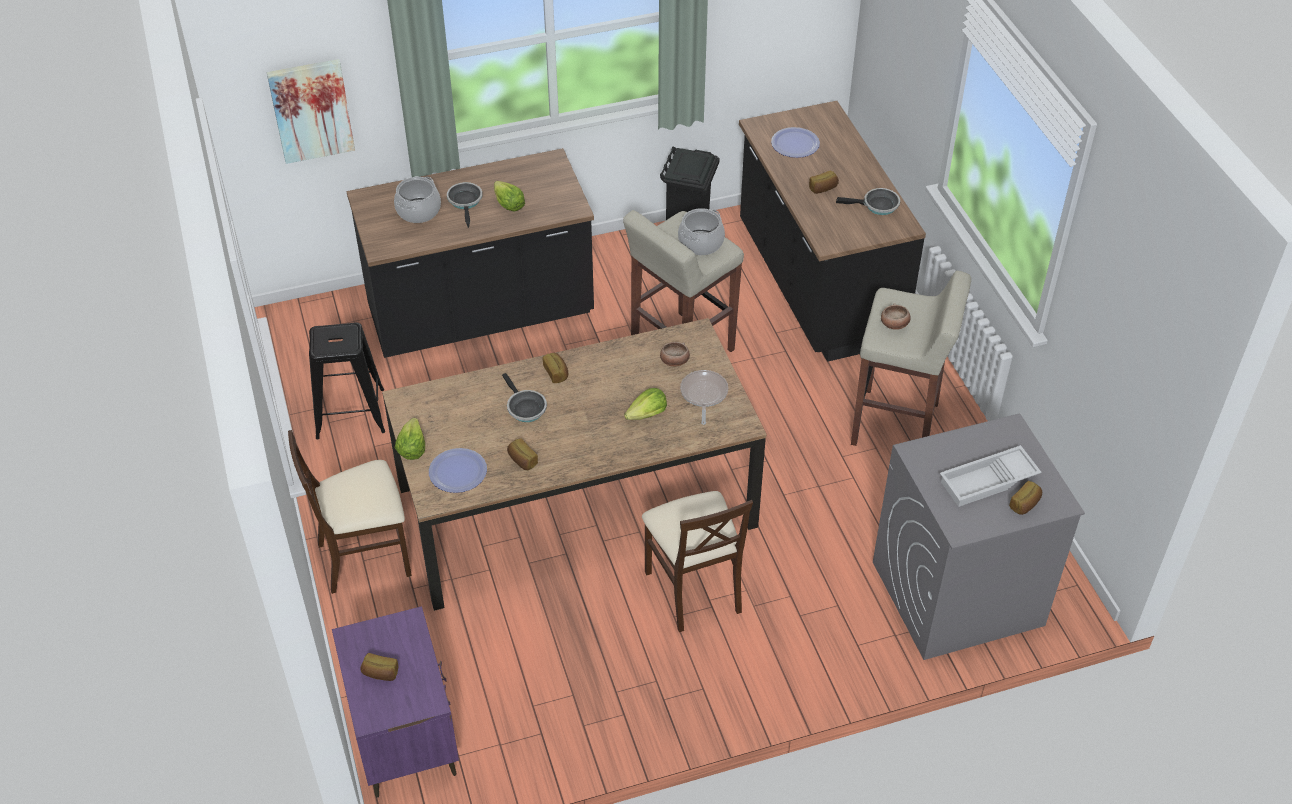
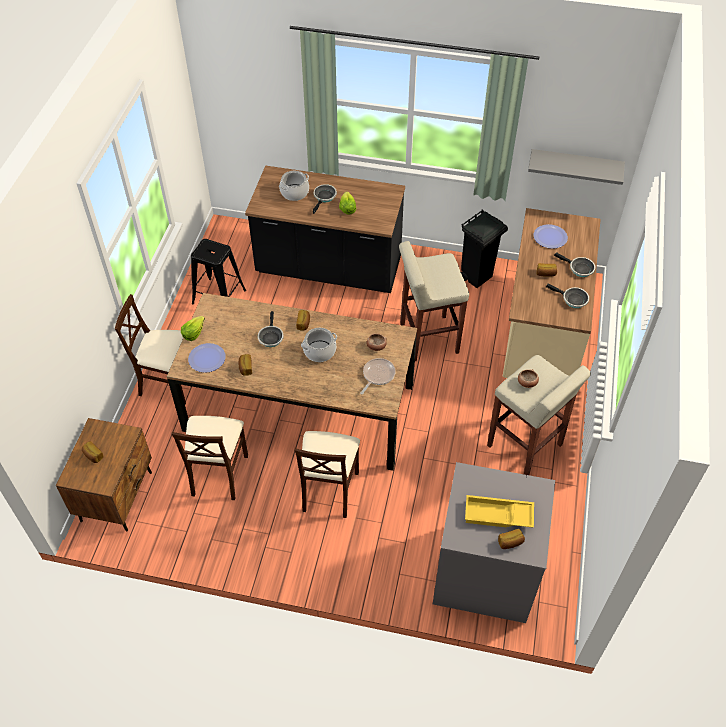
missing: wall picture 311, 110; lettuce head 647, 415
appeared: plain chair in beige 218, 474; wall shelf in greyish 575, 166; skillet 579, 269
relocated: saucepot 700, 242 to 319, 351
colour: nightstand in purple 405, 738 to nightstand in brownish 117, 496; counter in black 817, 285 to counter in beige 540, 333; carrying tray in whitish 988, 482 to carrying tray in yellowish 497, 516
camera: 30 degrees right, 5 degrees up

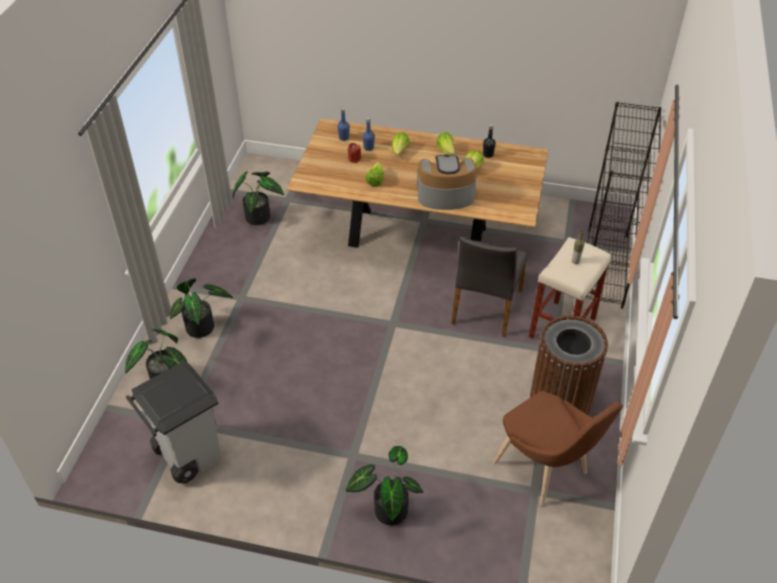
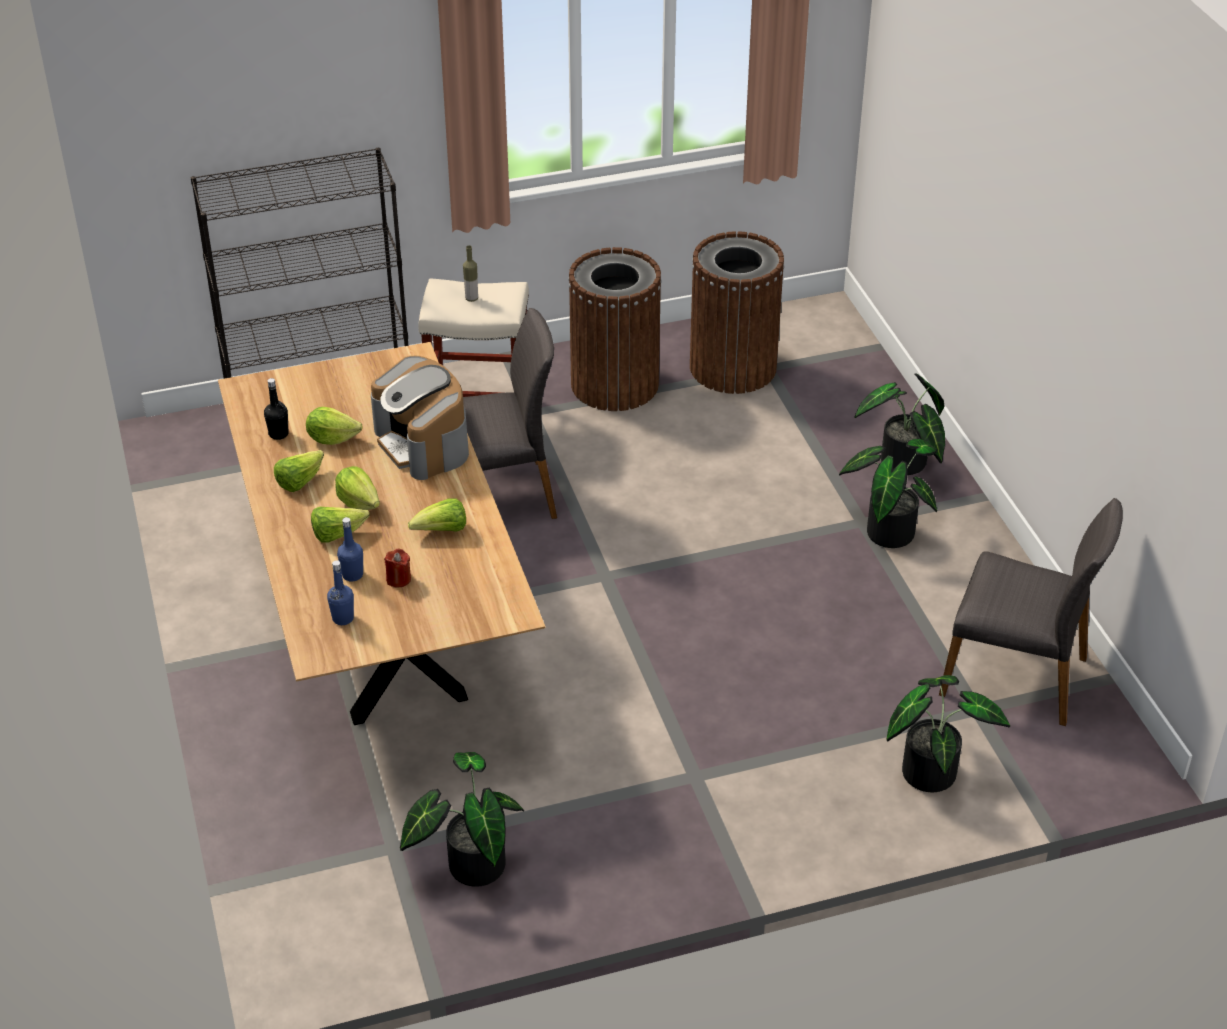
appeared: lettuce head 358, 502
relocated: houseplant 203, 328 to 887, 529
exchanged: waste bin in greyish 187, 455 to plain chair in greyish 1016, 675; plain chair in brownish 545, 471 to waste bin in brownish 733, 367
camera: 120 degrees left, 5 degrees down

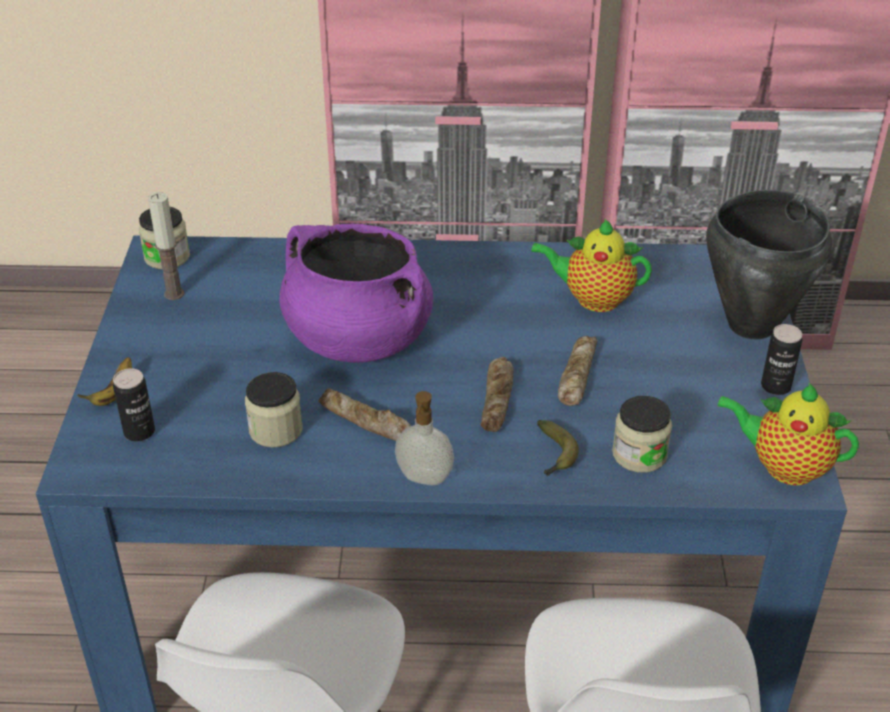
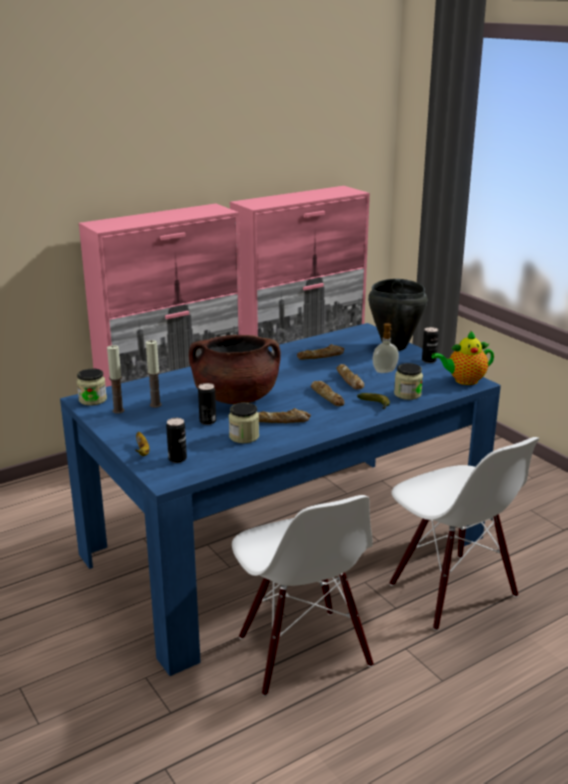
appeared: wax candle 155, 405; sealed can 207, 421
relocated: soap bottle 424, 479 to 385, 371
exchanged: tea pot 593, 299 to bread 321, 356
colour: saucepot in purple 357, 338 to saucepot in brownish 236, 398
camera: 35 degrees left, 15 degrees down

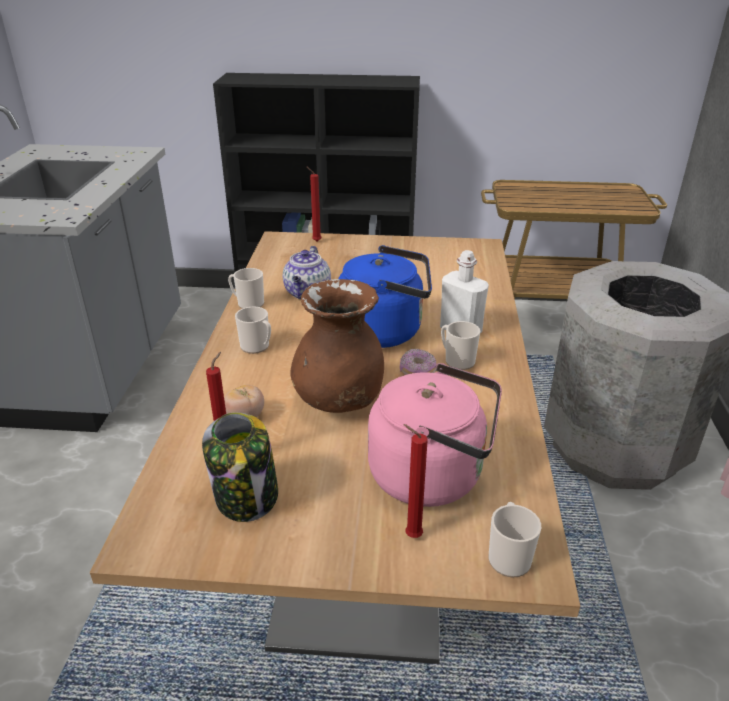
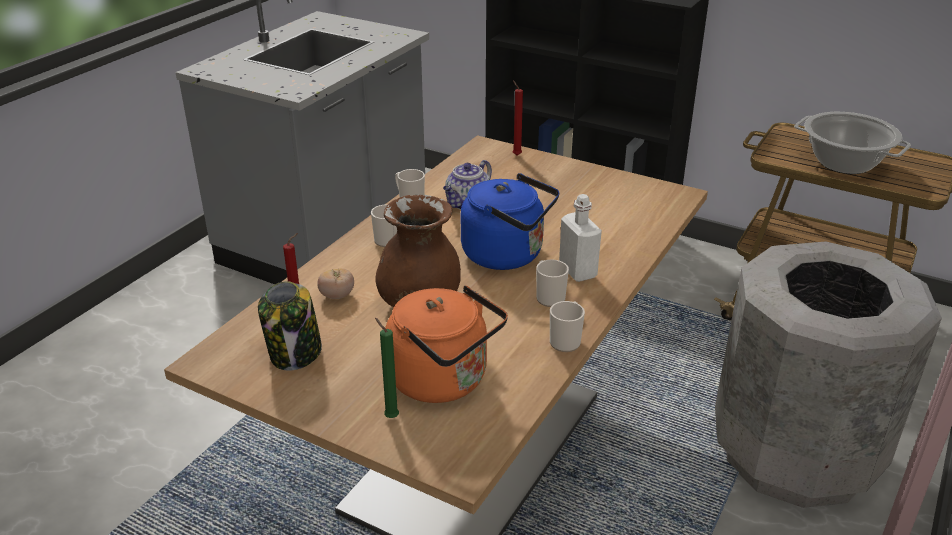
missing: doughnut 417, 371
appeared: saucepot 844, 163
relocated: tea mug 508, 556 to 566, 340
colour: water kettle in pink 433, 475 to water kettle in orange 444, 381; wax candle in red-coloured 410, 535 to wax candle in greenish 390, 416
camera: 25 degrees right, 0 degrees up

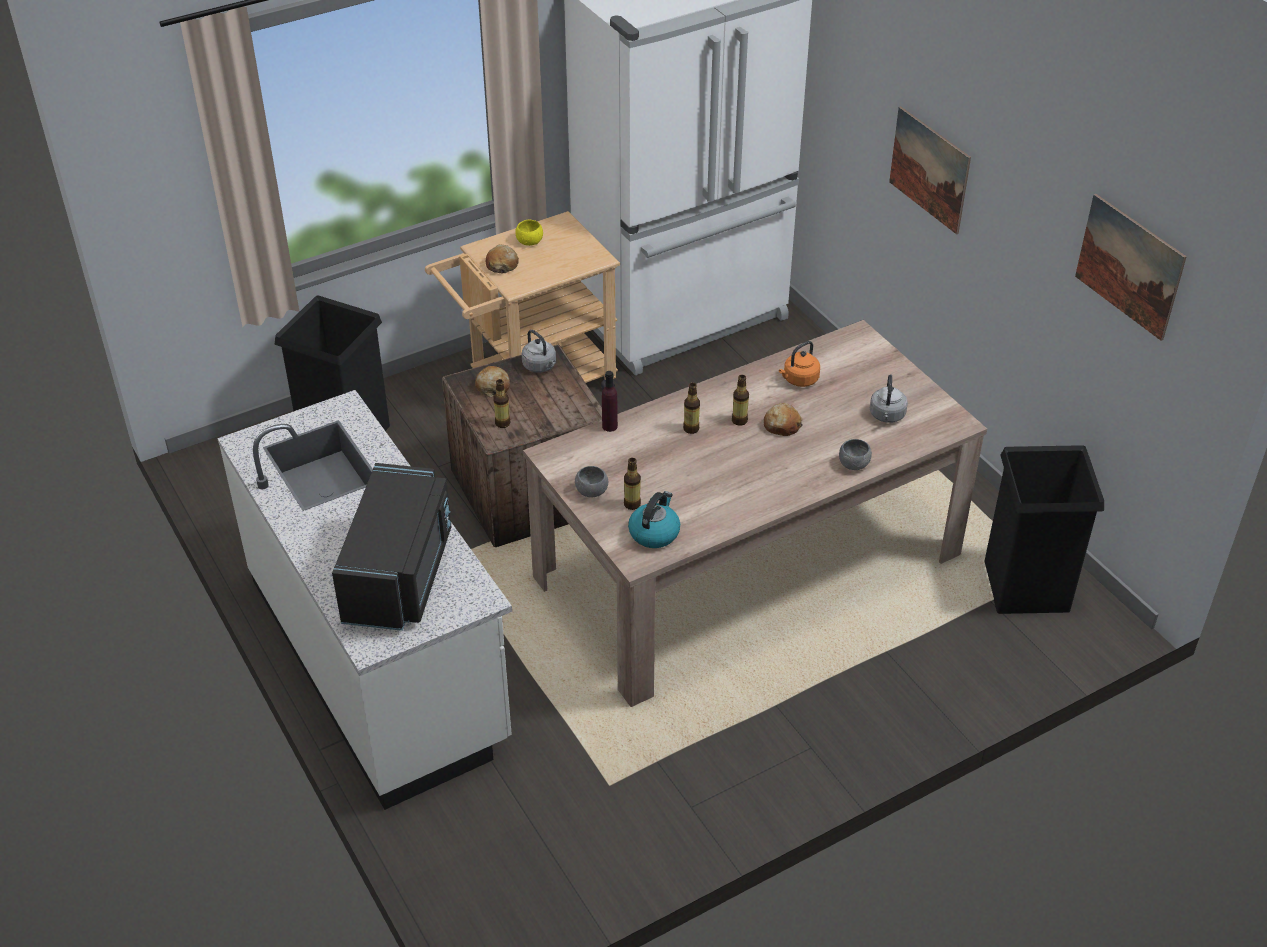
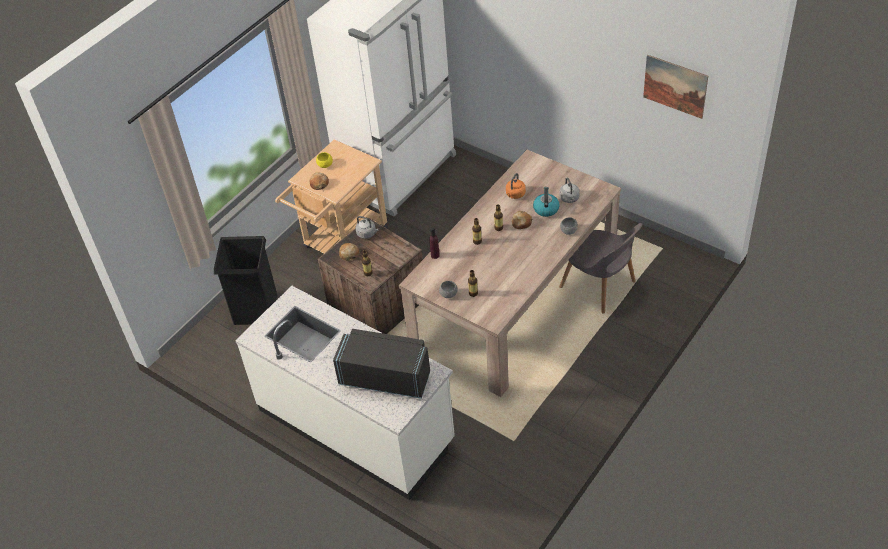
missing: wall picture 929, 169; waste bin in black 1025, 585
appeared: plain chair in greyish 600, 286
relocated: water kettle 654, 533 to 546, 209
spun: microwave oven in black 400, 575 = 386, 376 60 degrees counterclockwise
camera: 20 degrees left, 5 degrees up

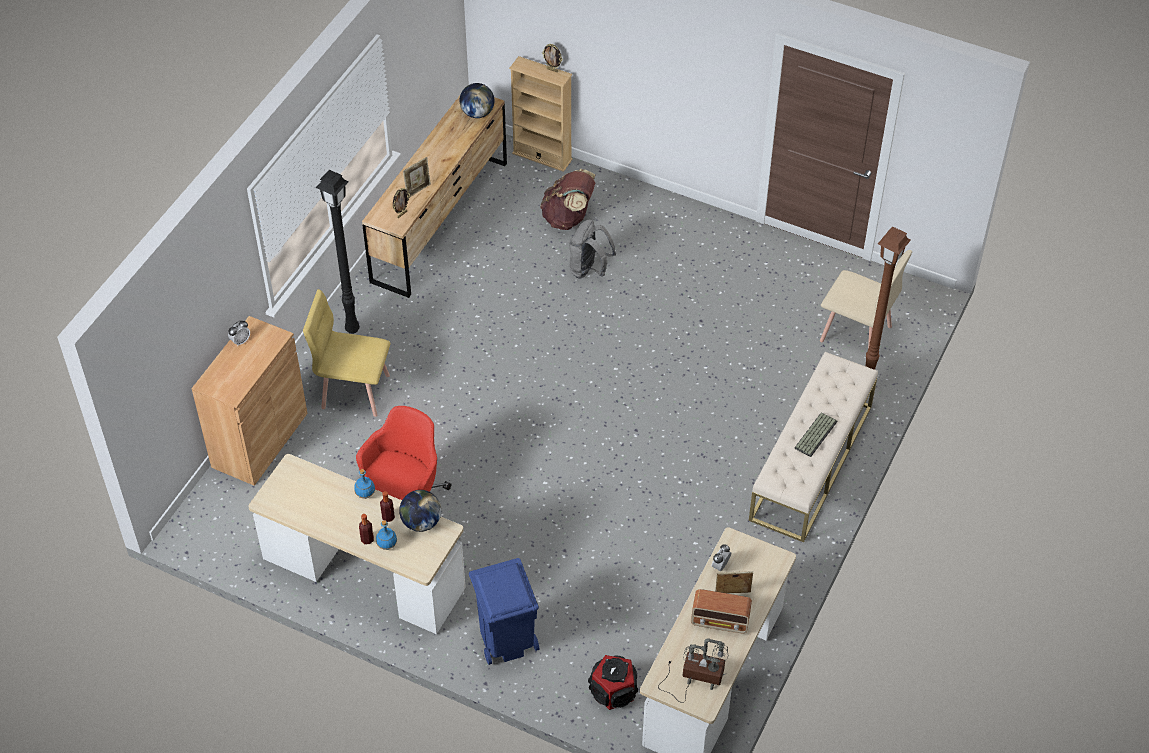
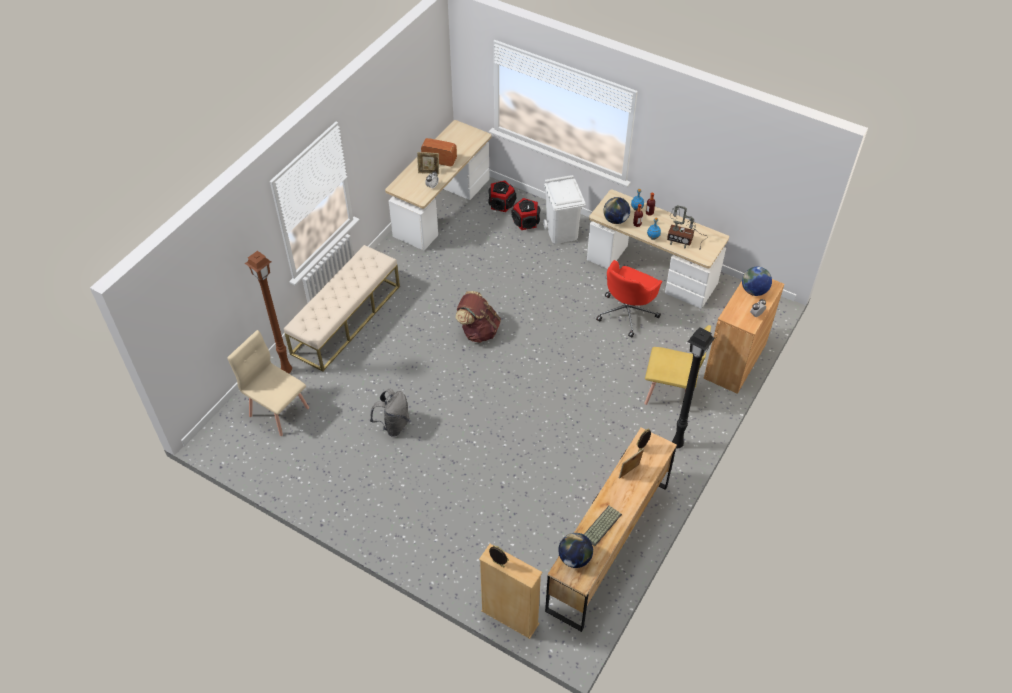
appeared: audio speaker 526, 222; world globe 754, 291
relocated: knapsack in brownish 568, 218 to 478, 331; knapsack in greyish 589, 270 to 393, 425; table lamp 696, 677 to 683, 240; computer keyboard 815, 434 to 602, 526
colour: waste bin in bluish 506, 639 to waste bin in whitish 562, 232
camera: 175 degrees left, 0 degrees up

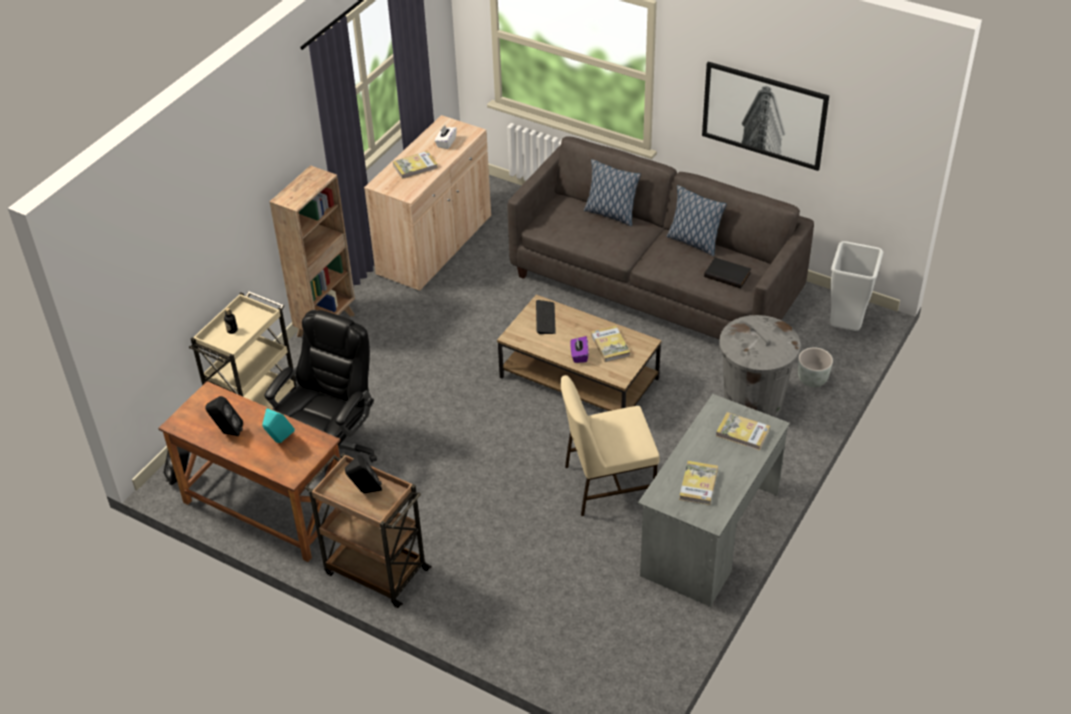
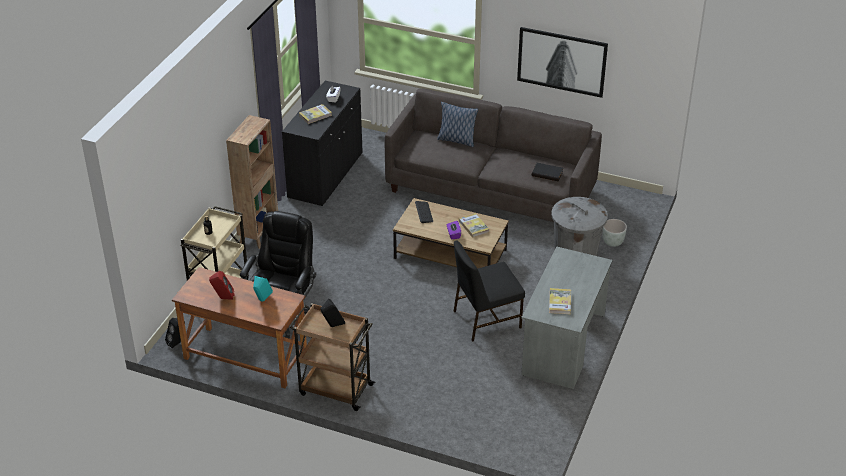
missing: cushion 693, 242; volume 742, 433; waste bin in greyish 846, 325
colour: audio speaker in black 227, 432 to audio speaker in red-coloured 223, 298; storage cabinet in beige 435, 246 to storage cabinet in black 326, 176; plain chair in beige 607, 483 to plain chair in black 485, 319
camera: 10 degrees left, 5 degrees down

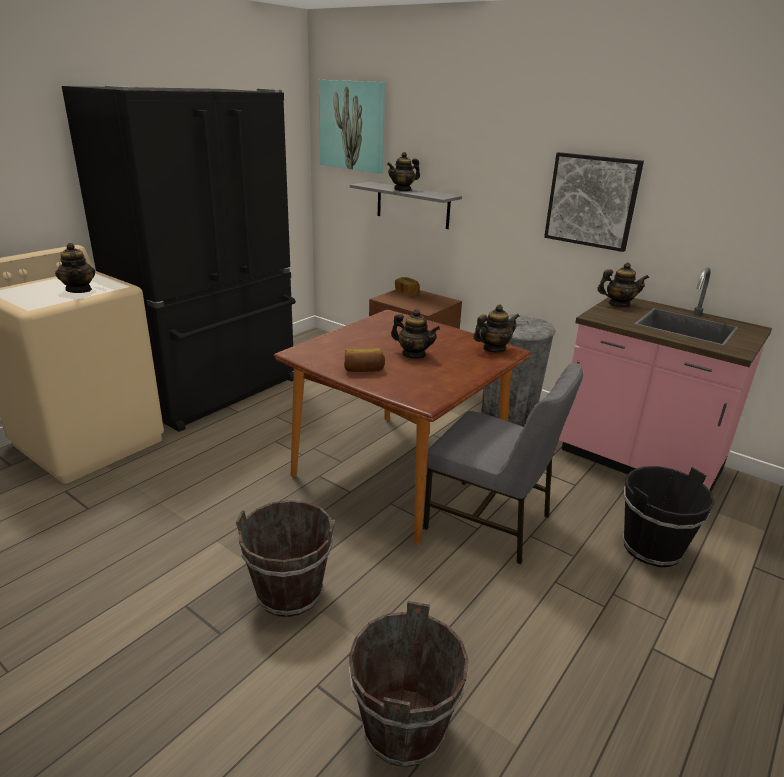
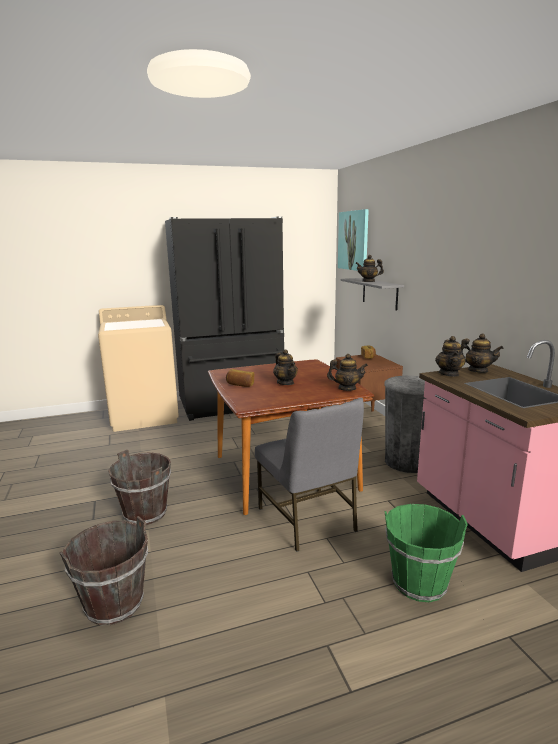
missing: wall picture 592, 201
relocated: tea pot 79, 290 to 449, 374
colour: bucket in black 652, 548 to bucket in greenish 419, 583
camera: 35 degrees right, 10 degrees down

